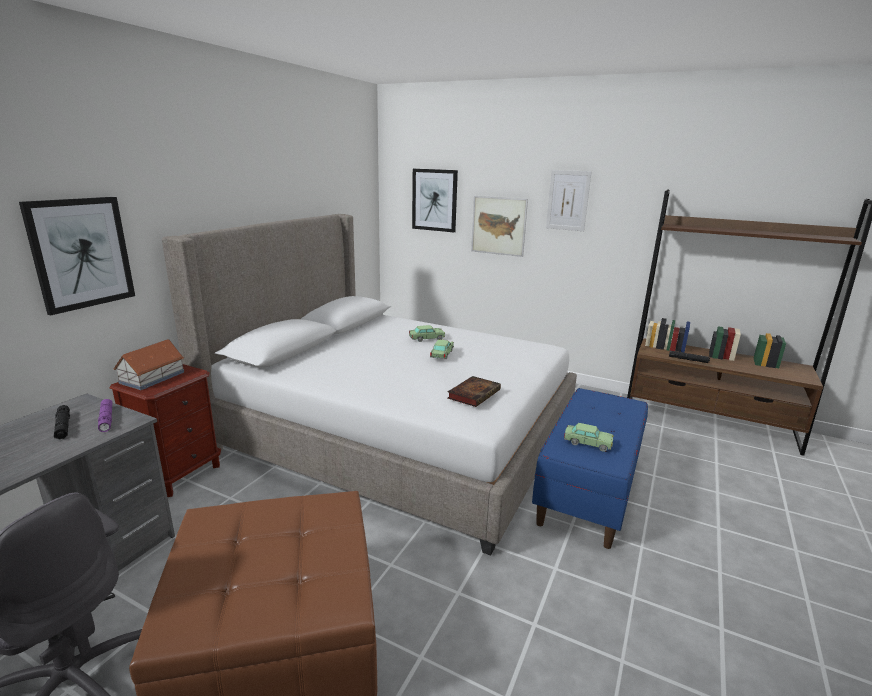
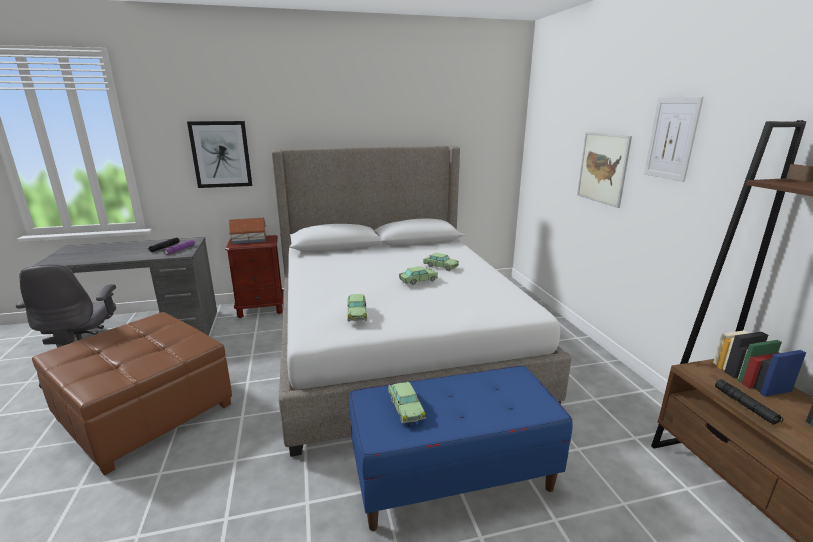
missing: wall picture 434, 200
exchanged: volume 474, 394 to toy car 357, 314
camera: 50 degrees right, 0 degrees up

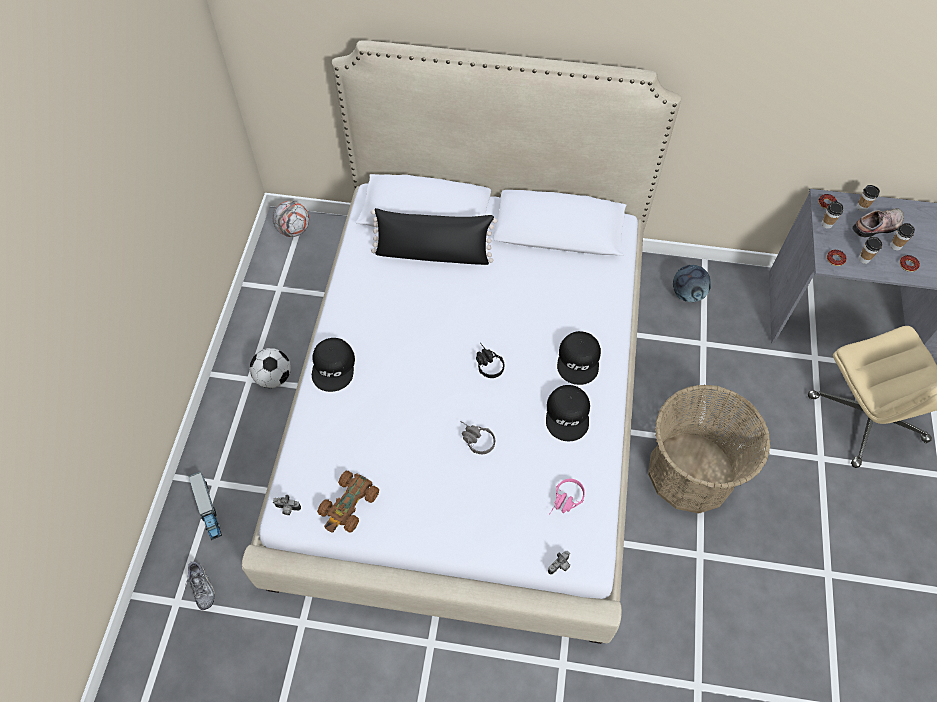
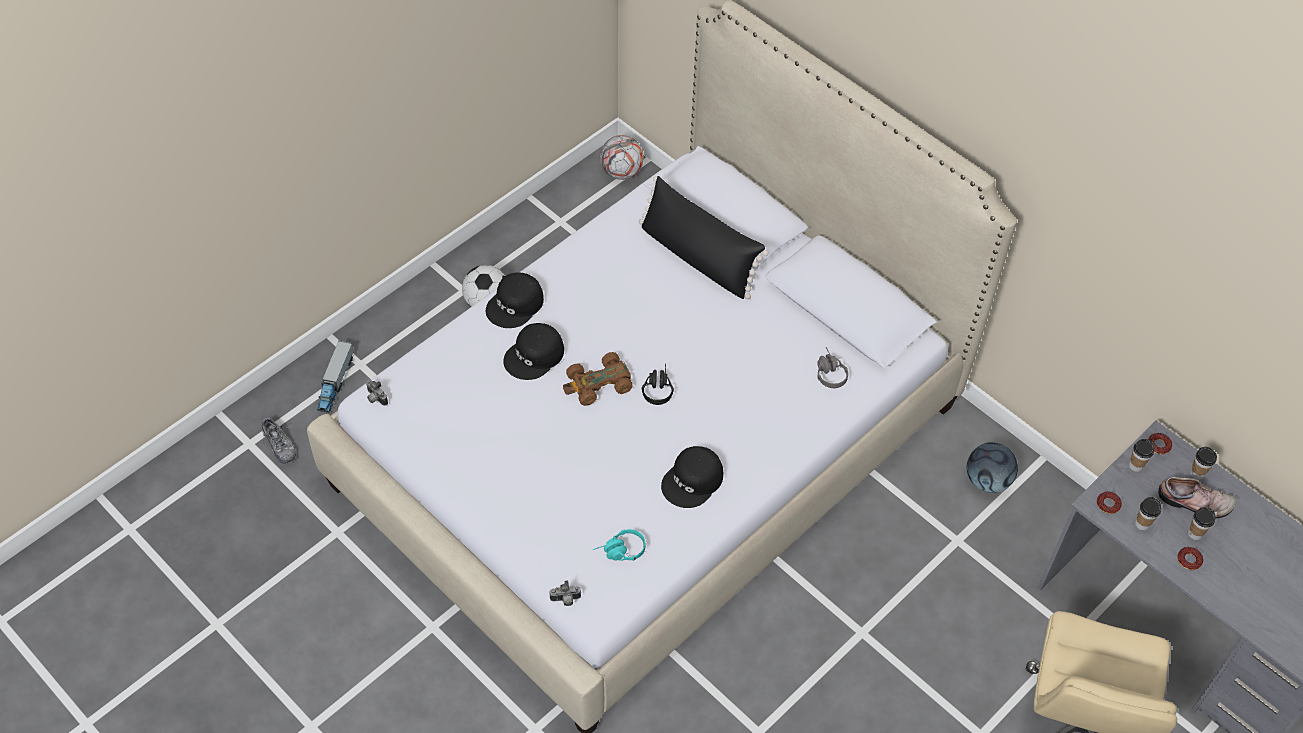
missing: household basket 691, 472
relocated: toy car in brownish 349, 505 to 598, 384; pair of headphones in greyish 474, 439 to 828, 372; baseball cap in black 579, 360 to 535, 356
colour: pair of headphones in pink 565, 502 to pair of headphones in turquoise 619, 552
spun: item of footwear 202, 587 = 279, 445 45 degrees counterclockwise
camera: 35 degrees right, 5 degrees down

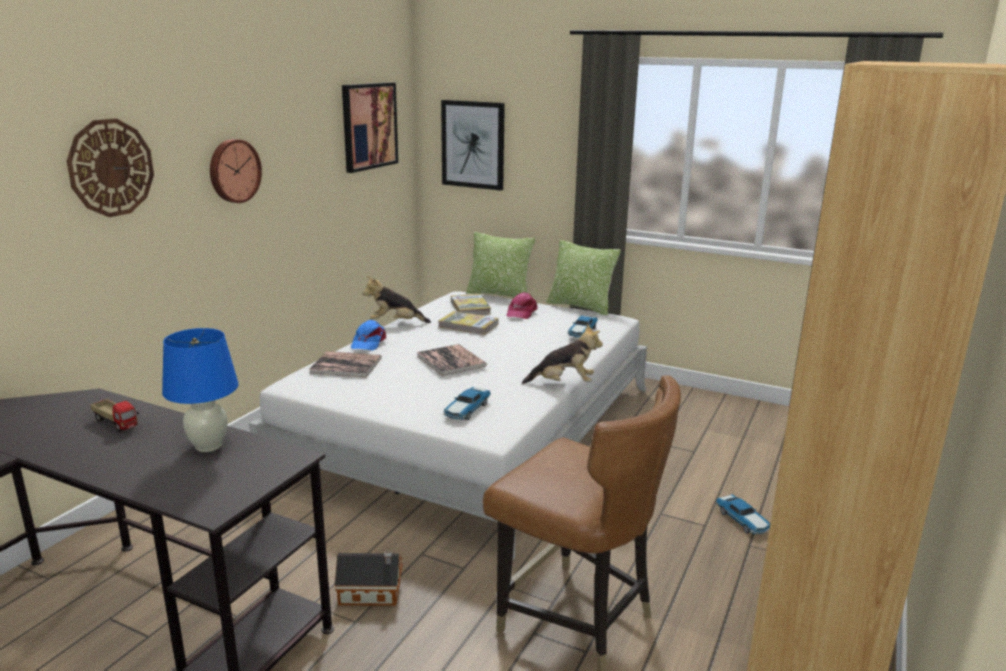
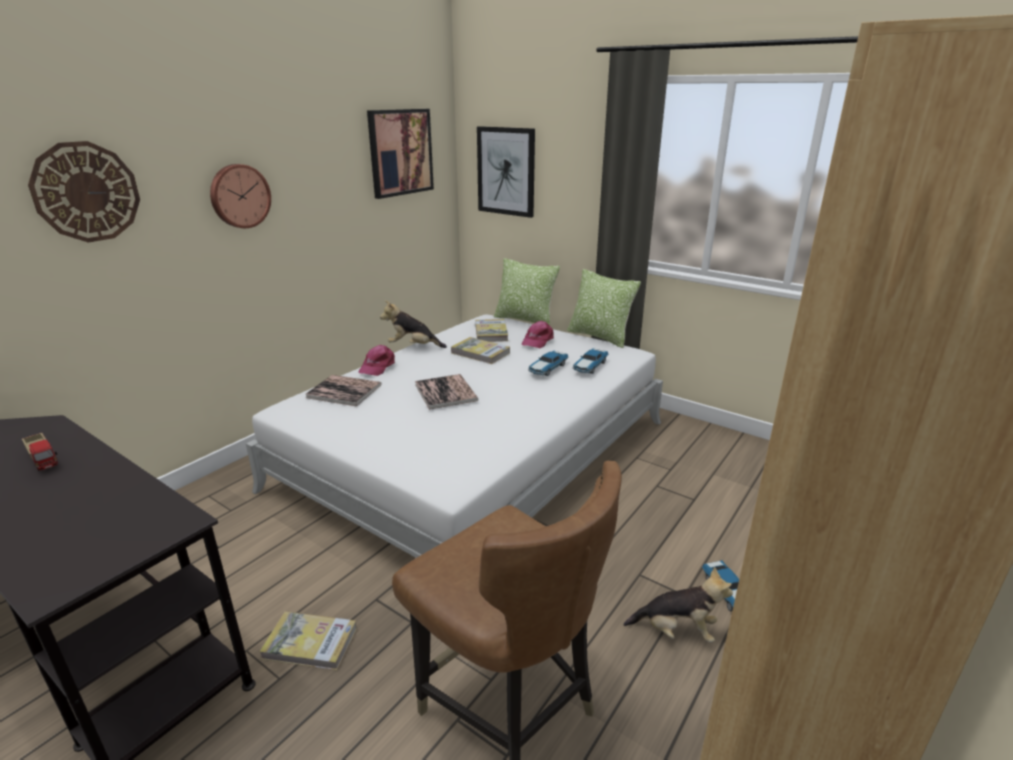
missing: table lamp in bluish 208, 446
relocated: toy car 466, 410 to 547, 368; plush toy 563, 383 to 677, 631
exchanged: miniature house 372, 593 to volume 310, 643
colour: baseball cap in bluish 368, 342 to baseball cap in pink 377, 366
camera: 10 degrees right, 5 degrees up

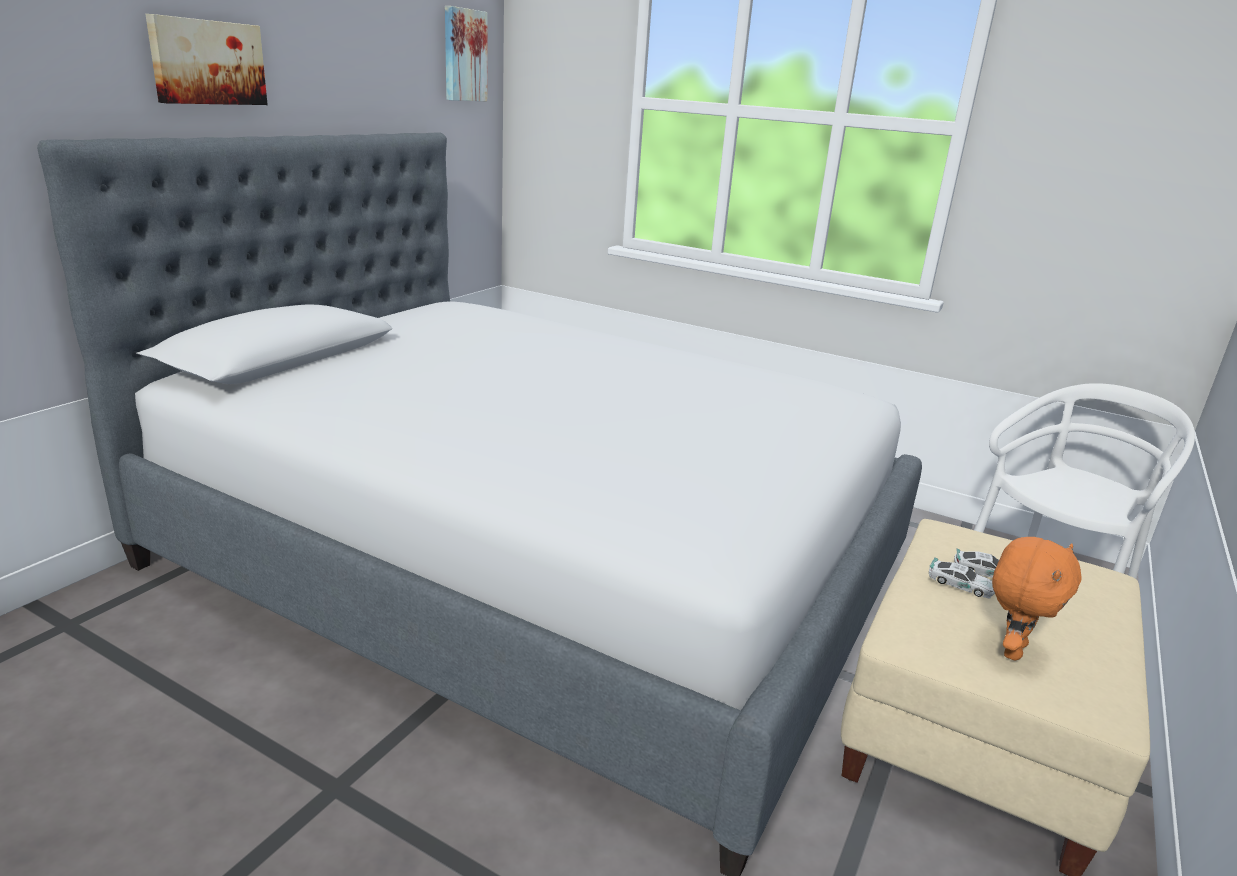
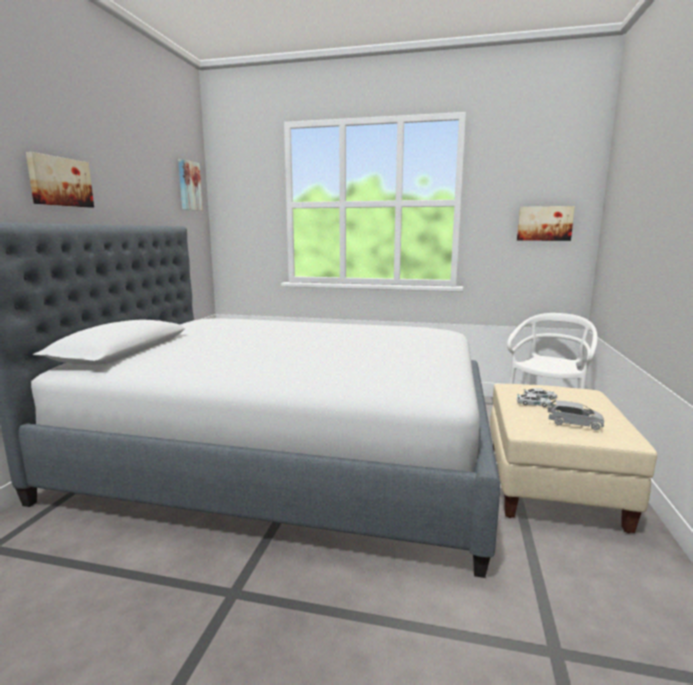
appeared: wall picture 544, 223
exchanged: plush toy in orange 1011, 649 to toy car in greyish 574, 423
camera: 15 degrees left, 10 degrees down

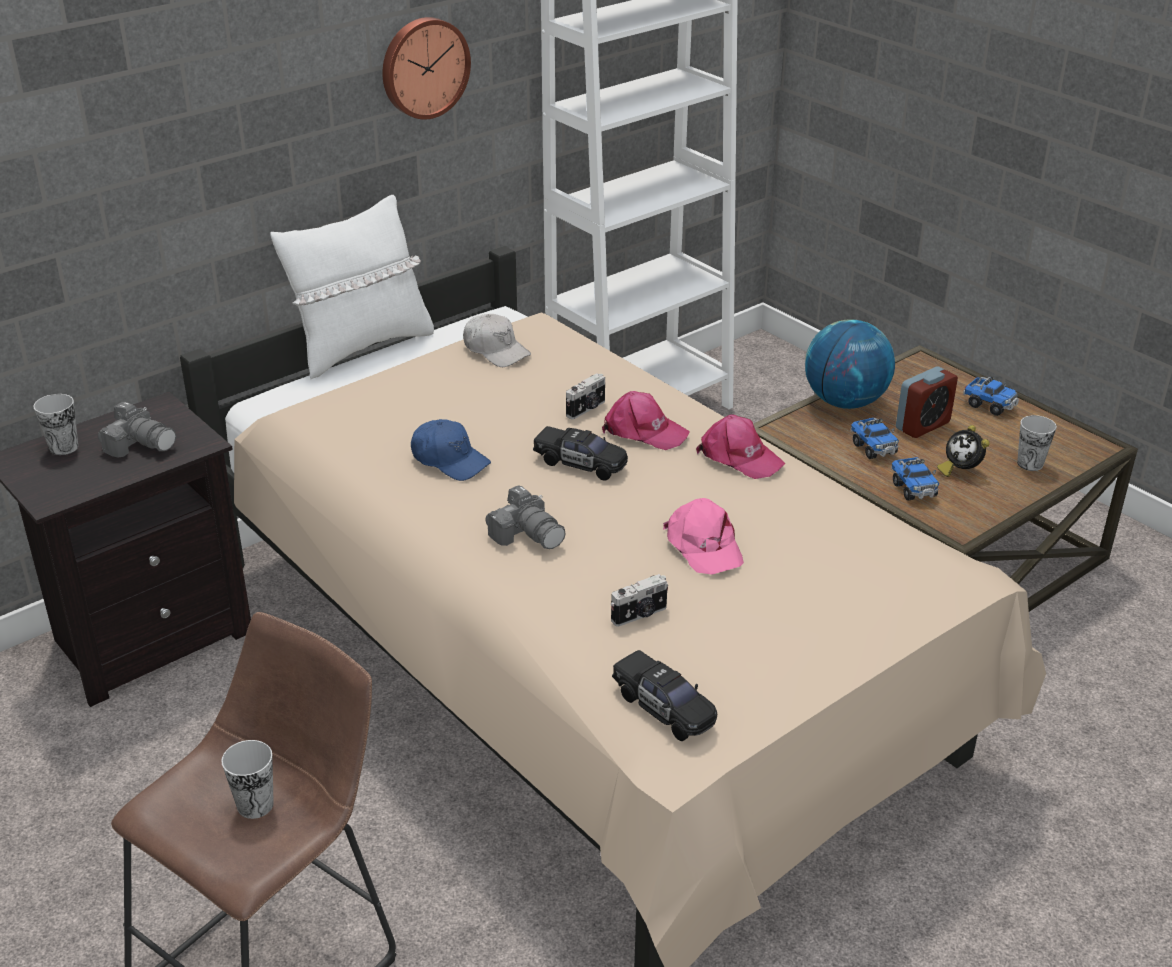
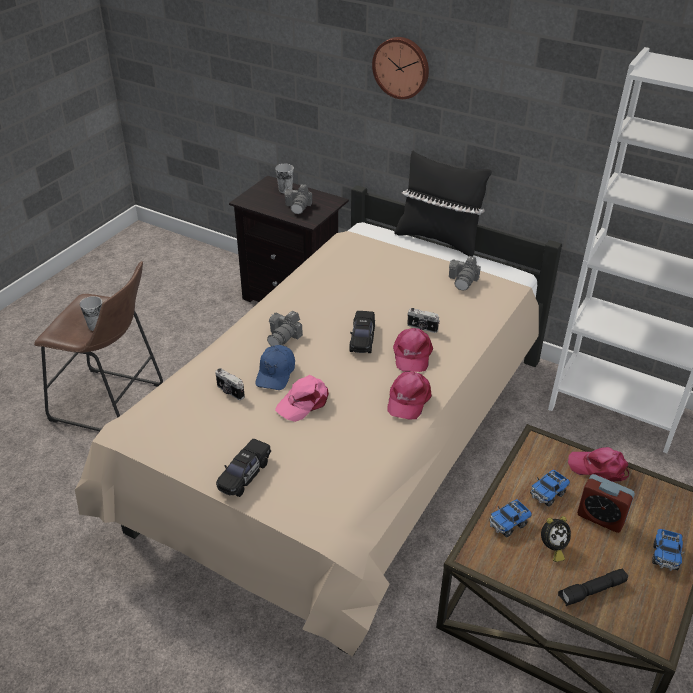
relocated: clock on the wall 423, 67 to 401, 67; baseball cap in bluish 450, 460 to 276, 373; toy car in black 664, 708 to 244, 475
exchanged: baseball cap in whitish 496, 350 to still camera 463, 280; world globe 845, 402 to baseball cap in pink 598, 468; drinking cup 1030, 464 to hand torch in black 592, 592
colour: cushion in whitish 361, 347 to cushion in black 438, 239
spun: bedside clock 960, 470 = 552, 548 150 degrees counterclockwise
camera: 70 degrees right, 5 degrees up

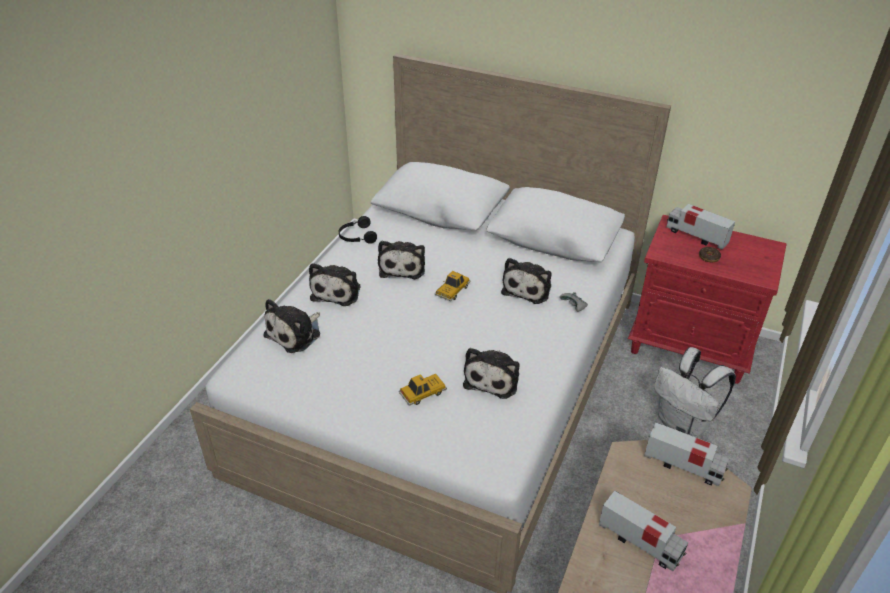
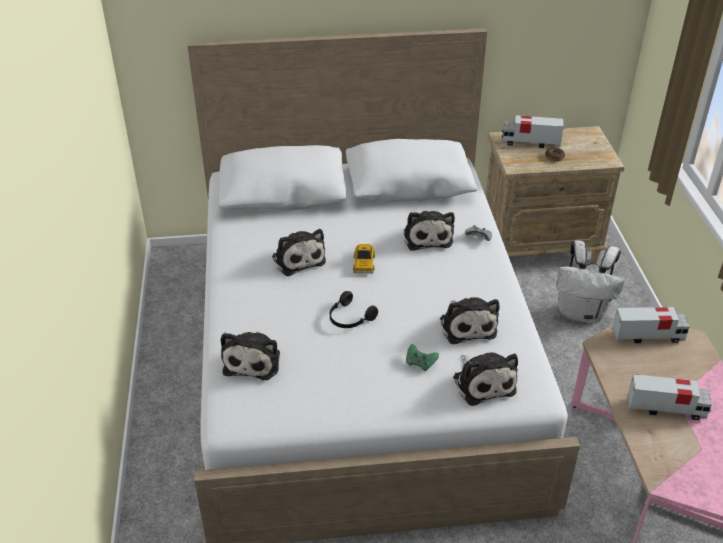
relocated: plush toy 337, 291 to 483, 382; pair of headphones in black 356, 236 to 349, 318
exchanged: toy car 422, 393 to joypad in greenish 420, 363
colour: nightstand in red-coloured 691, 346 to nightstand in beige 540, 246
camera: 30 degrees left, 0 degrees up

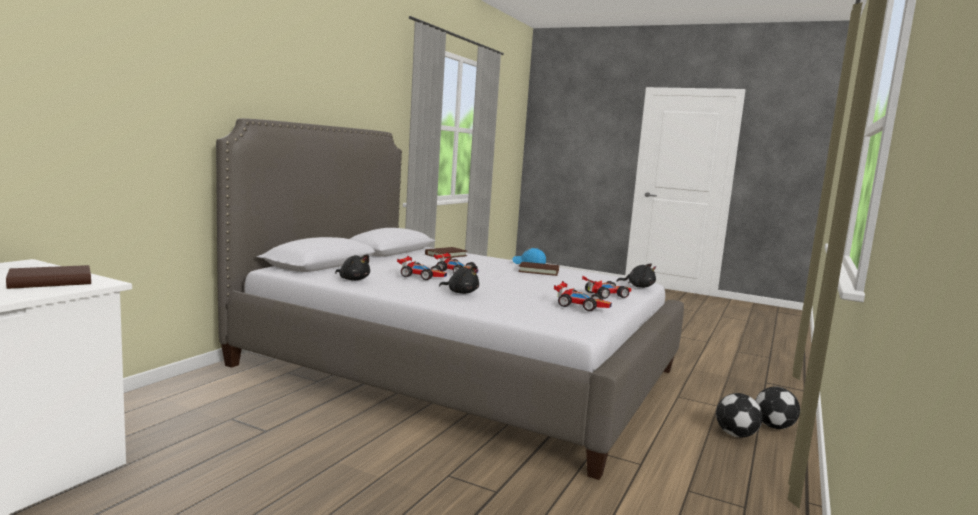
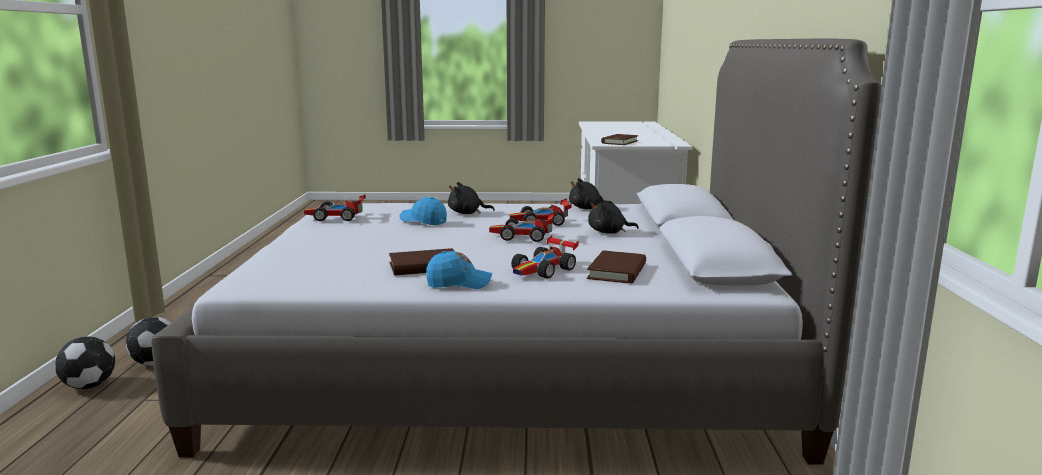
appeared: baseball cap in bluish 423, 221
relocated: toy car 606, 294 to 544, 270; plush toy in black 638, 286 to 609, 232
camera: 155 degrees right, 5 degrees up

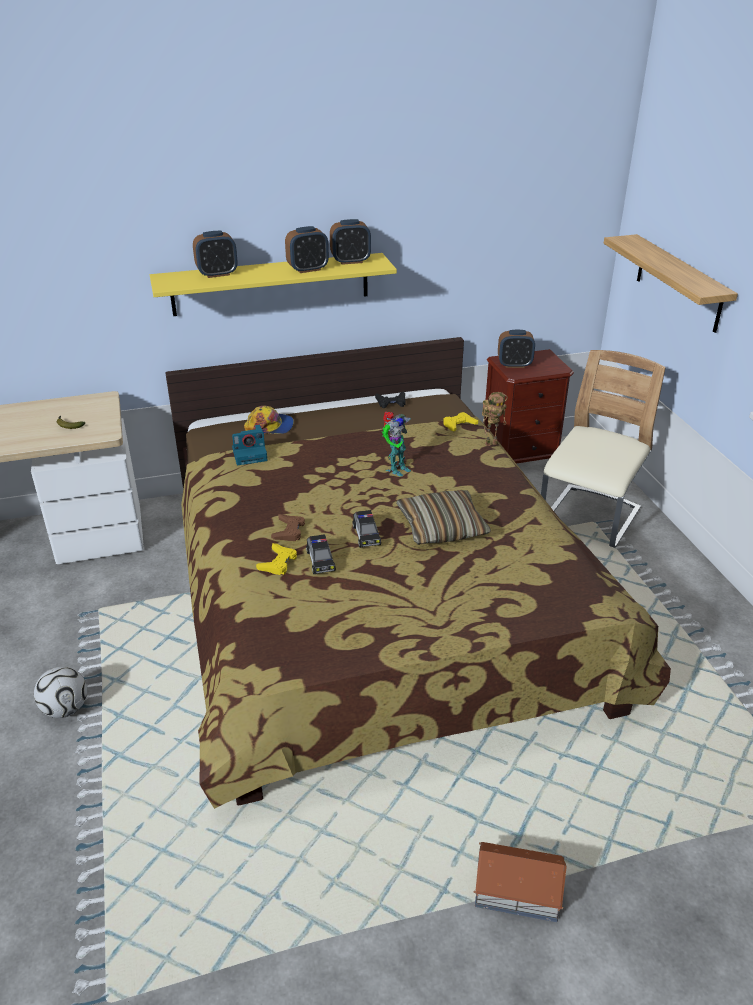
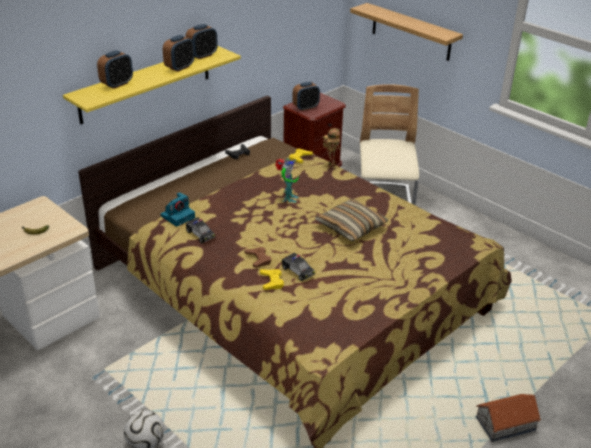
missing: baseball cap 270, 426
relocated: toy car 366, 535 to 200, 235
camera: 30 degrees left, 0 degrees up

